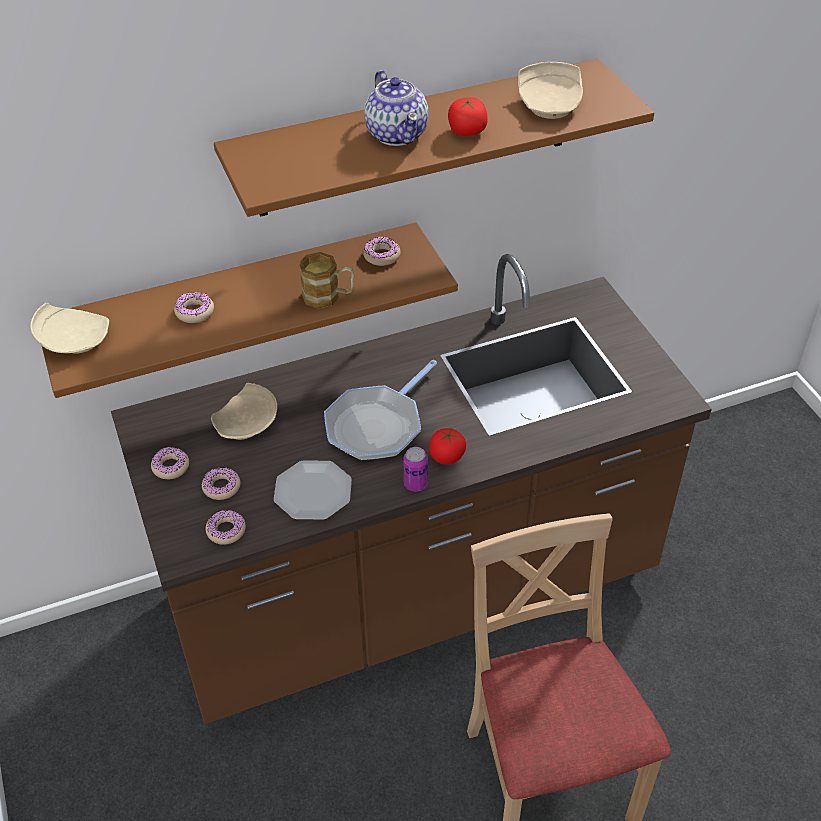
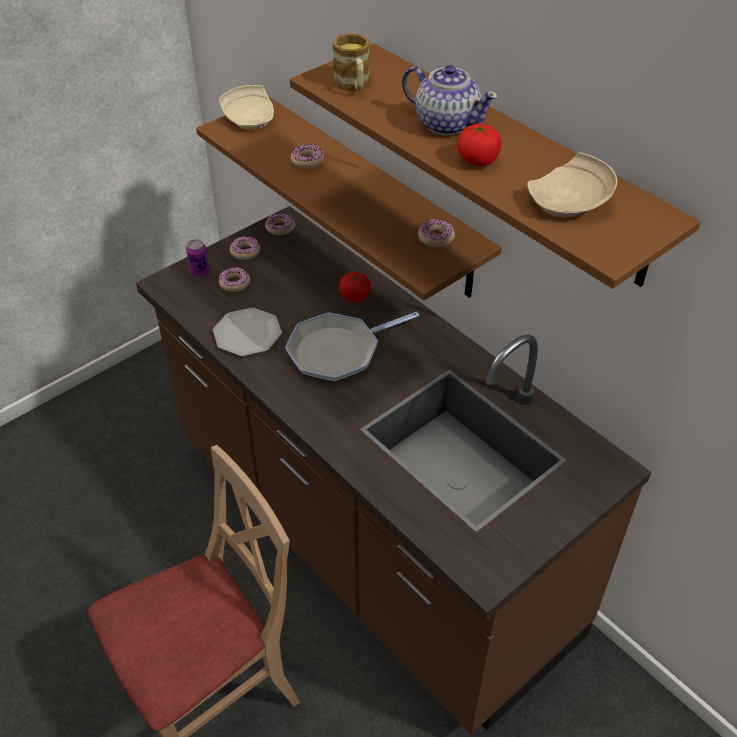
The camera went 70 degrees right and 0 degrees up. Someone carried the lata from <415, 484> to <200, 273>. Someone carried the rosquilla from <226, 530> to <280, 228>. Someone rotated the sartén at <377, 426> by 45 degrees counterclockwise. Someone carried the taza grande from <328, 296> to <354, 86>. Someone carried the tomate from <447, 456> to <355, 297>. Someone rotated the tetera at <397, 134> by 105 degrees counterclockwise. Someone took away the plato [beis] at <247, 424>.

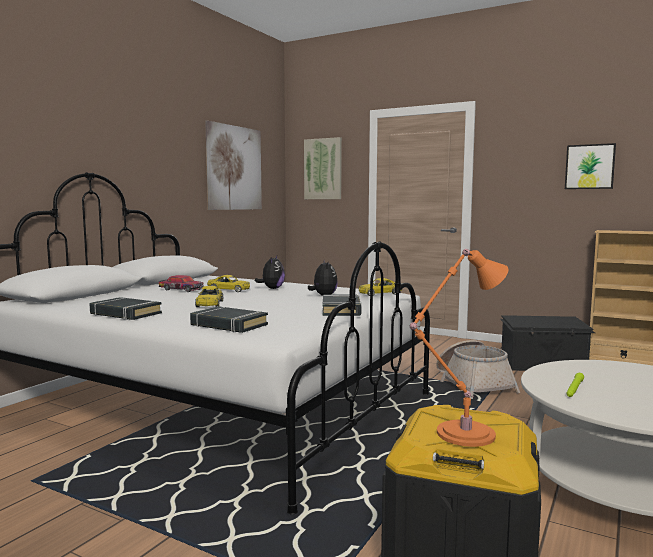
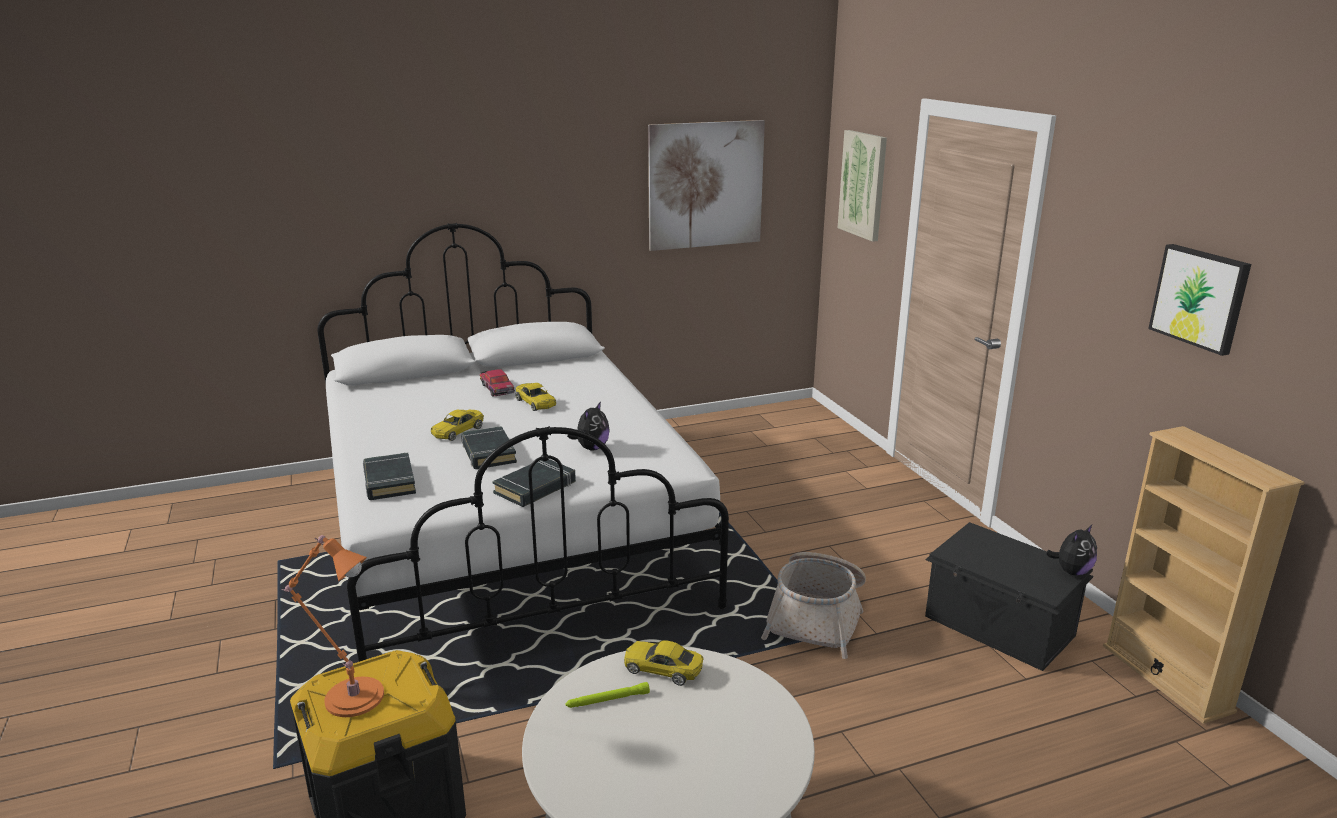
The camera went 40 degrees right and 15 degrees up. Someone carried the libro [negro] from <125, 314> to <488, 453>. Someone carried the coche de juguete [amarillo] from <380, 294> to <663, 669>. Someone carried the peluche from <272, 288> to <1071, 571>.

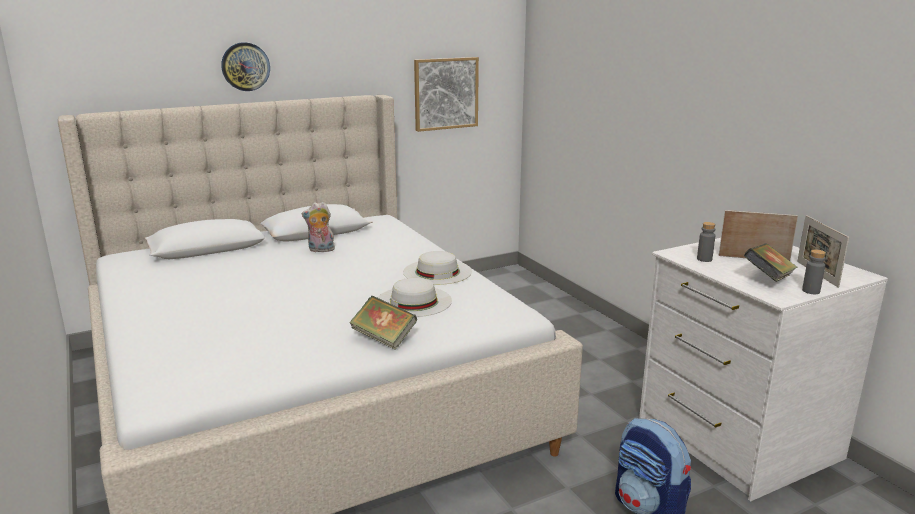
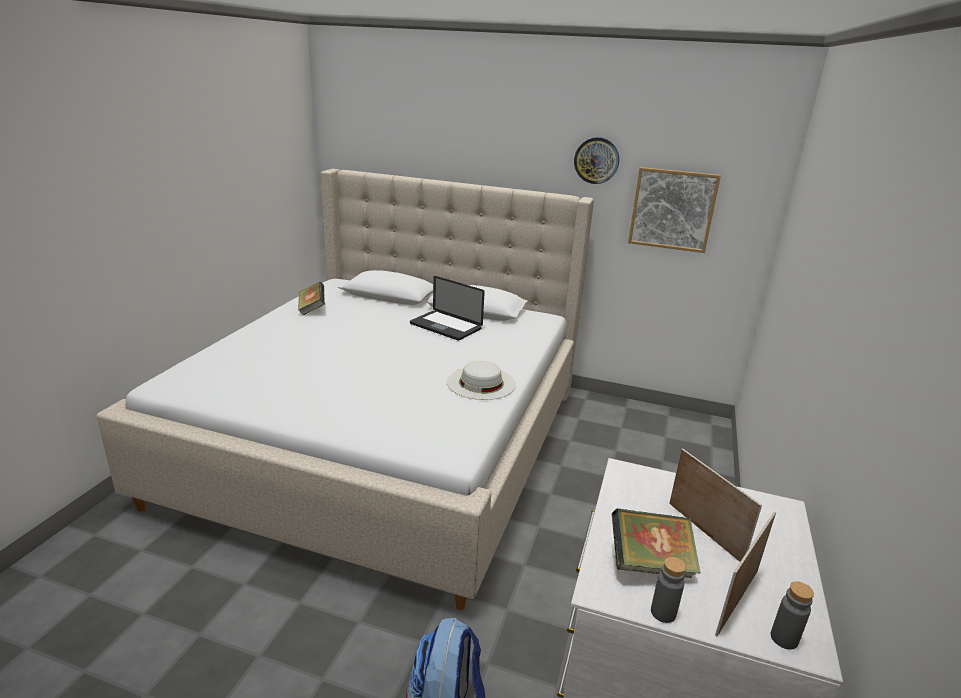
The camera went 45 degrees right and 5 degrees up. Someone carried the libro from <384, 338> to <312, 309>. Someone swapped the peluche at <320, 250> for the portátil at <445, 326>. Someone carried the reloj de pared from <245, 66> to <596, 160>. Someone carried the botella [gris] from <704, 259> to <784, 638>. Someone took away the sombrero [blanco] at <414, 301>.

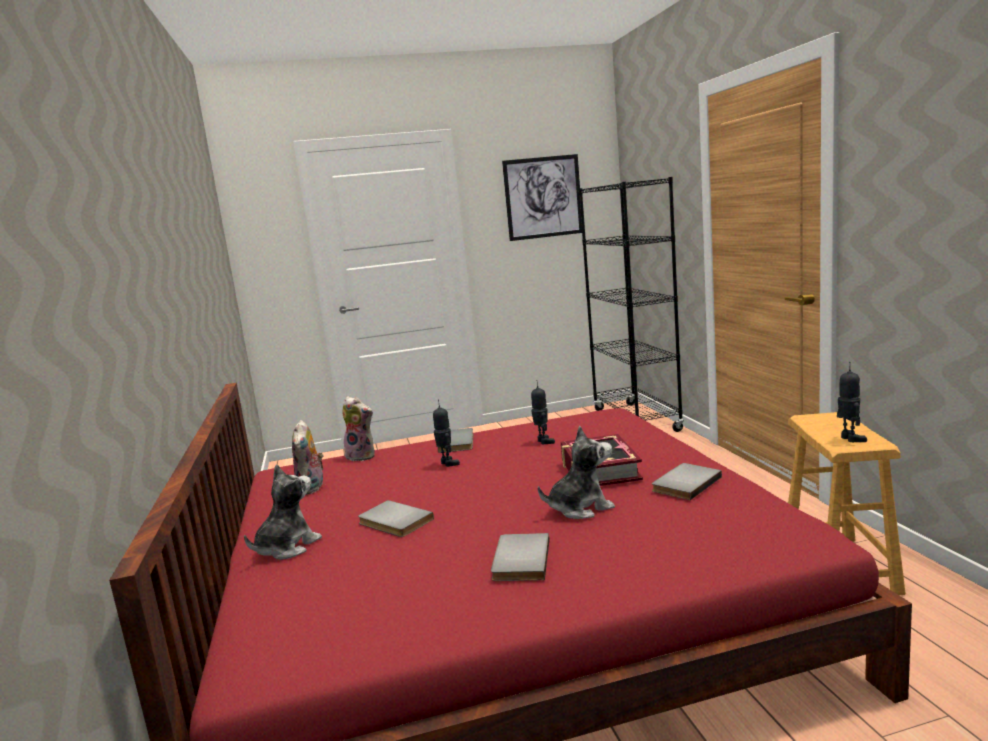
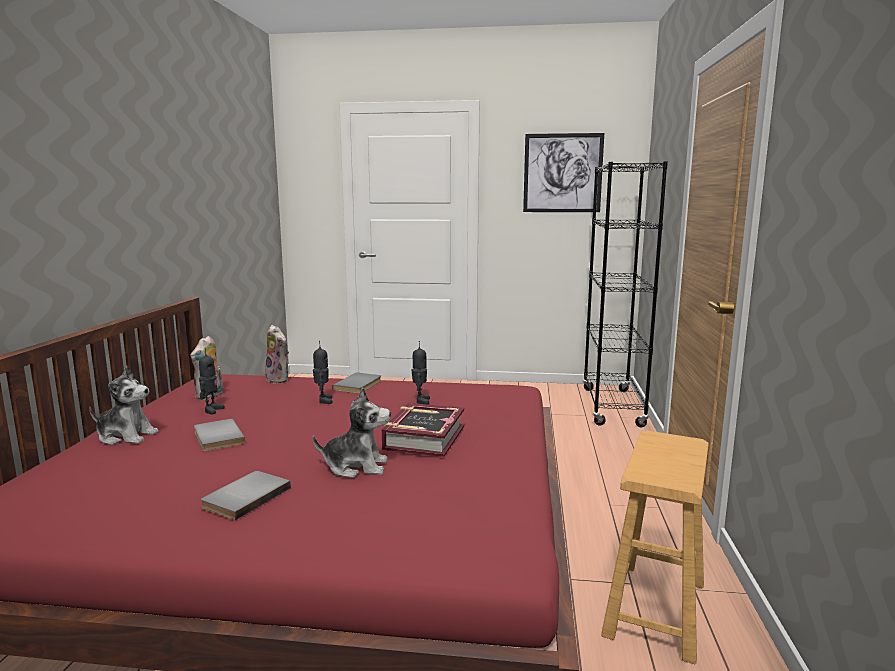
The camera went 20 degrees right and 0 degrees up. Someone rotated the peluche at <287, 547> by 45 degrees clockwise. Someone carried the robot de juguete from <849, 439> to <211, 410>. Someone took away the libro [gris] at <684, 483>.

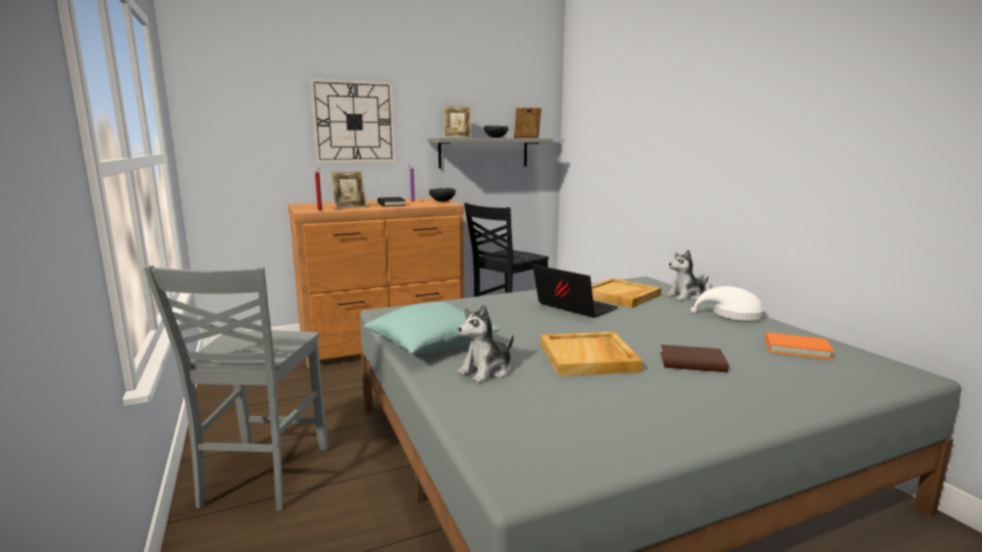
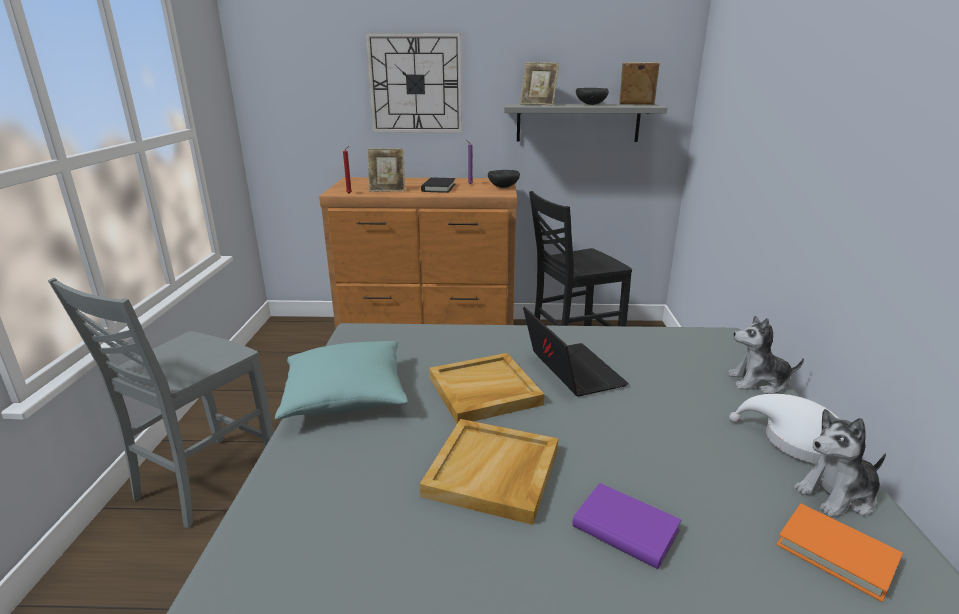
The camera went 25 degrees right and 10 degrees up. Someone carried the bandeja [beis] from <620, 296> to <483, 391>. Someone repainted the libro [marrón] at <692, 362>, which became the libro [morado] at <625, 529>. Someone carried the peluche from <487, 371> to <837, 495>.

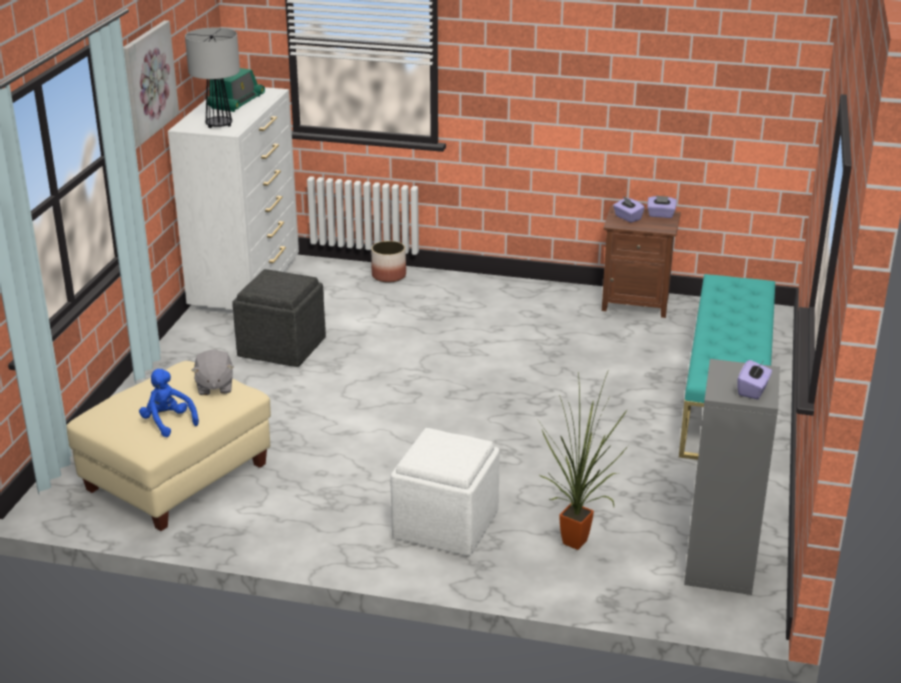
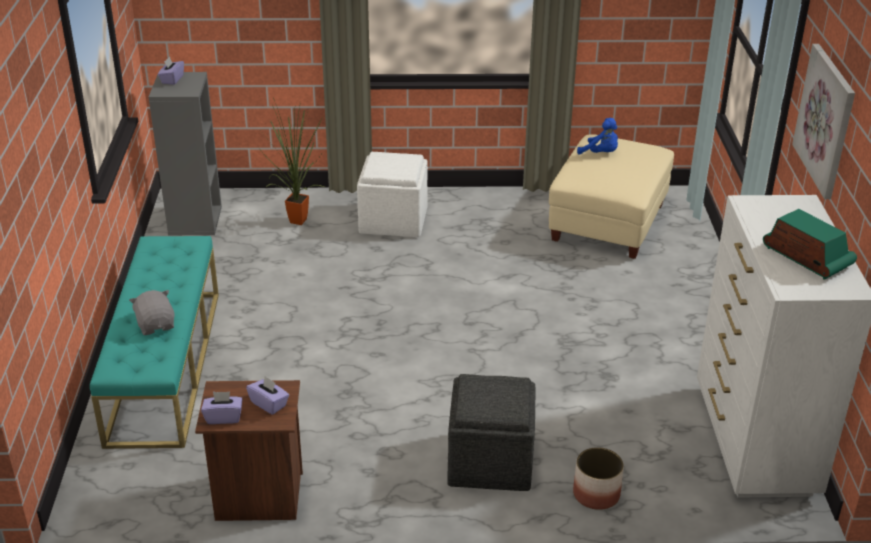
The camera went 165 degrees right and 5 degrees up. Someone carried the peluche [gris] from <214, 387> to <156, 325>. Someone carried the puf [gris] from <283, 347> to <489, 462>. Someone rotated the radio at <236, 102> by 135 degrees clockwise. Someone took away the lámpara de mesa at <218, 125>.

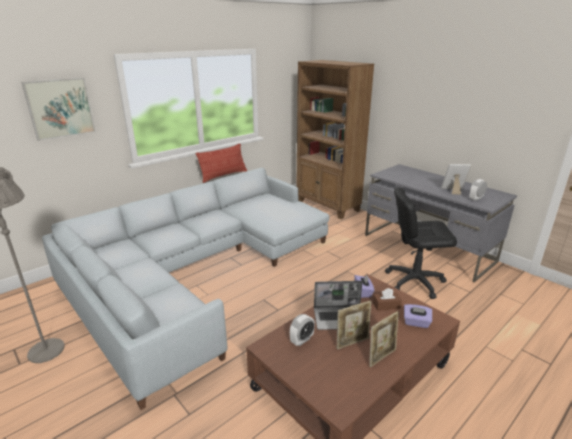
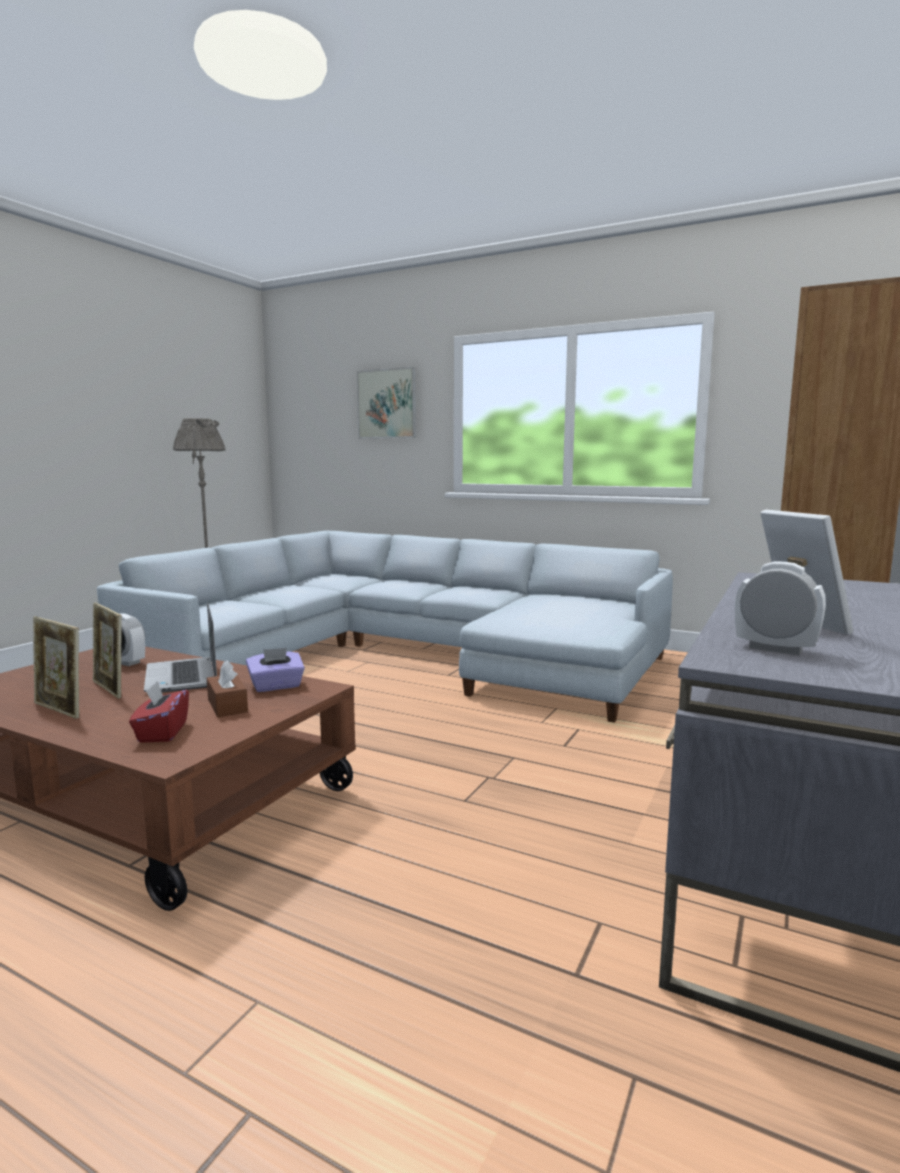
The camera went 70 degrees right and 15 degrees down. Someone repainted the caja de pañuelos [morado] at <416, 322>, which became the caja de pañuelos [rojo] at <162, 732>. Someone took away the cojín at <223, 175>. Someone took away the silla de oficina [negro] at <414, 281>.

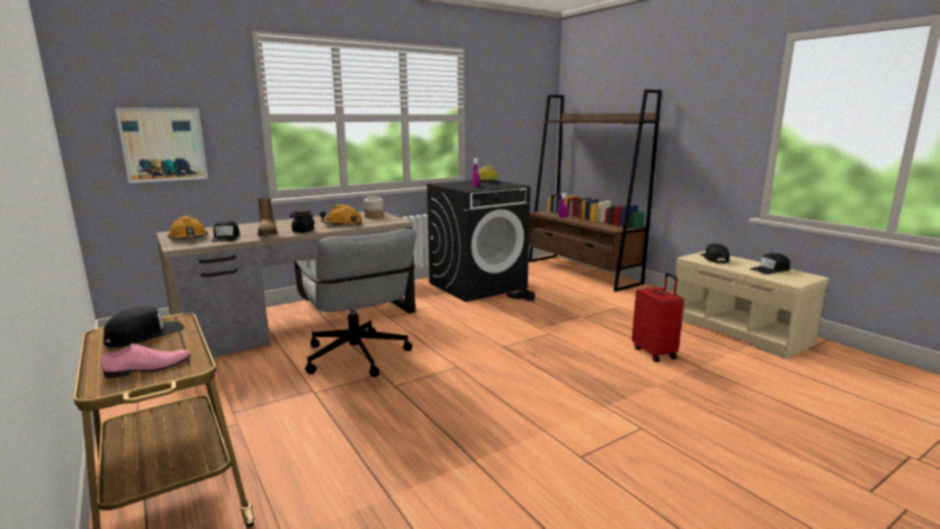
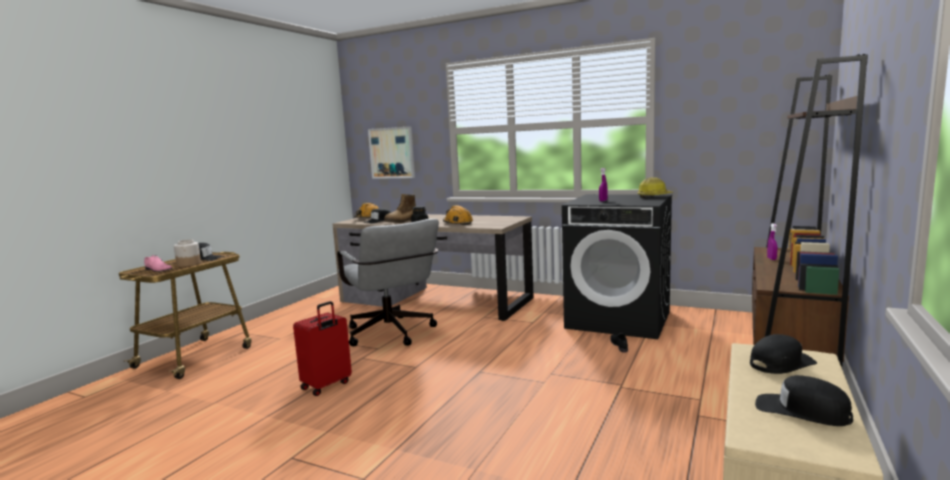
The camera went 60 degrees right and 5 degrees down. Someone carried the tarro from <374, 216> to <189, 264>. Someone carried the maleta [rojo] from <655, 353> to <326, 386>. Someone rotated the silla de oficina [gris] at <359, 360> by 60 degrees counterclockwise.

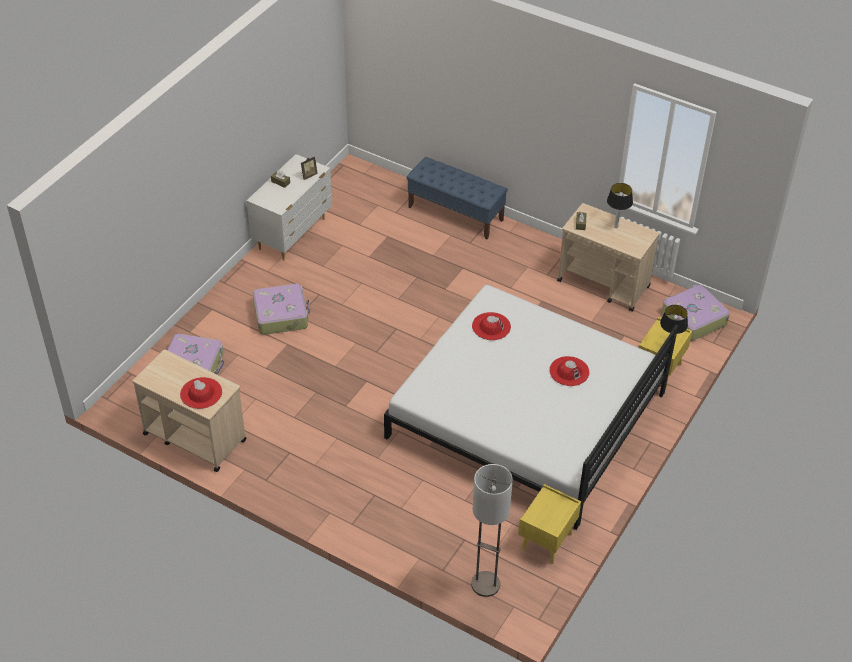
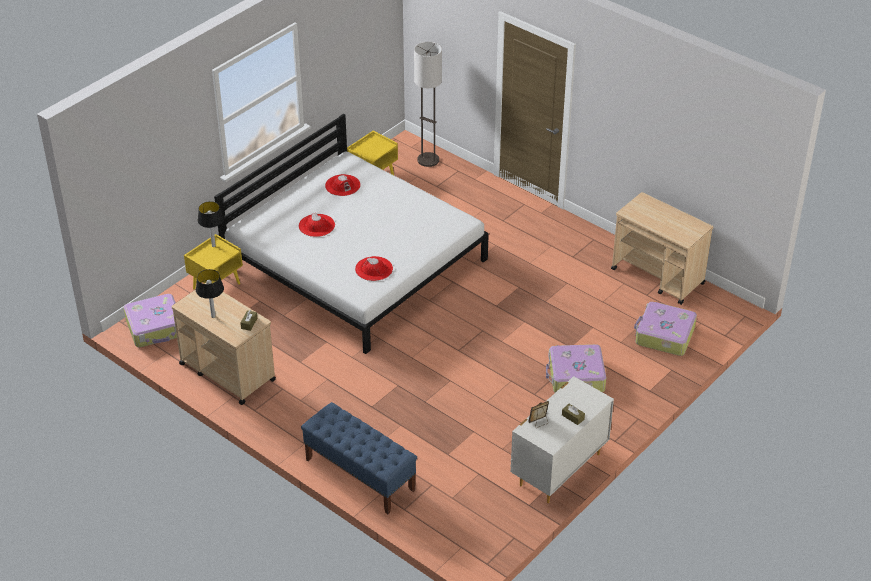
The camera went 170 degrees left and 5 degrees down. Someone carried the sombrero [rojo] from <201, 393> to <342, 185>.

